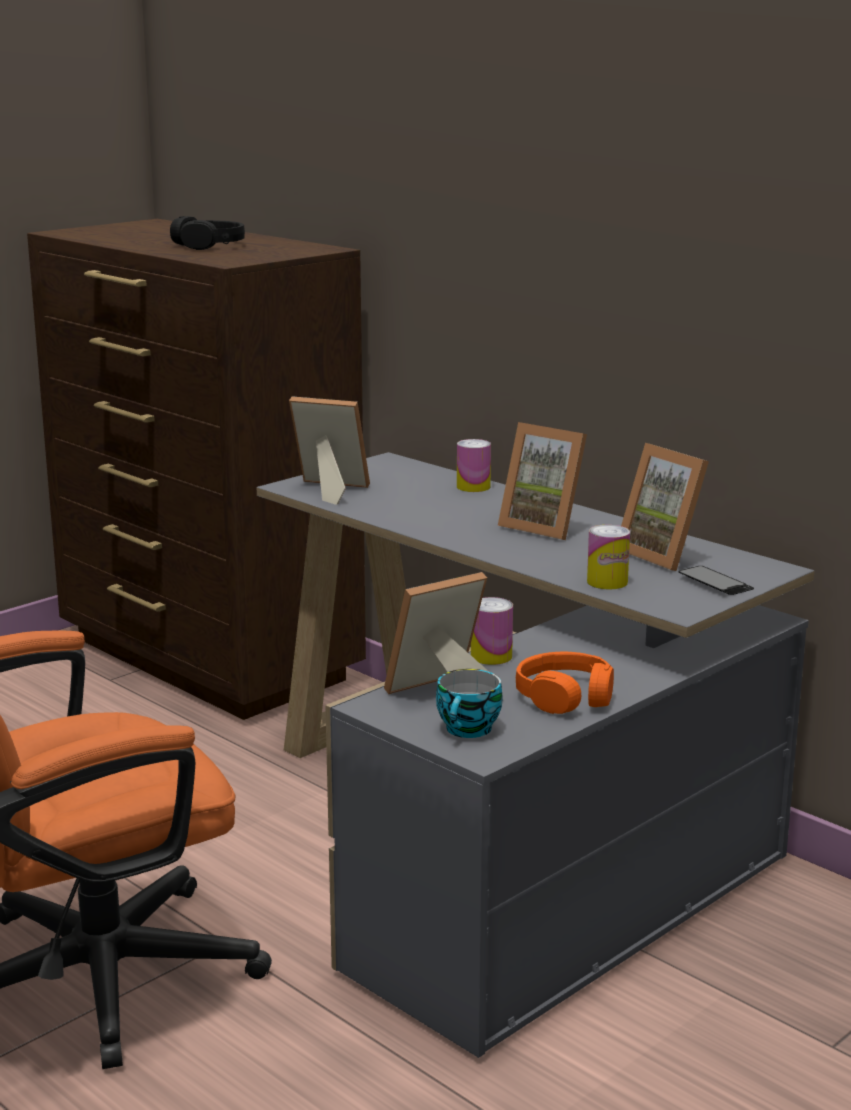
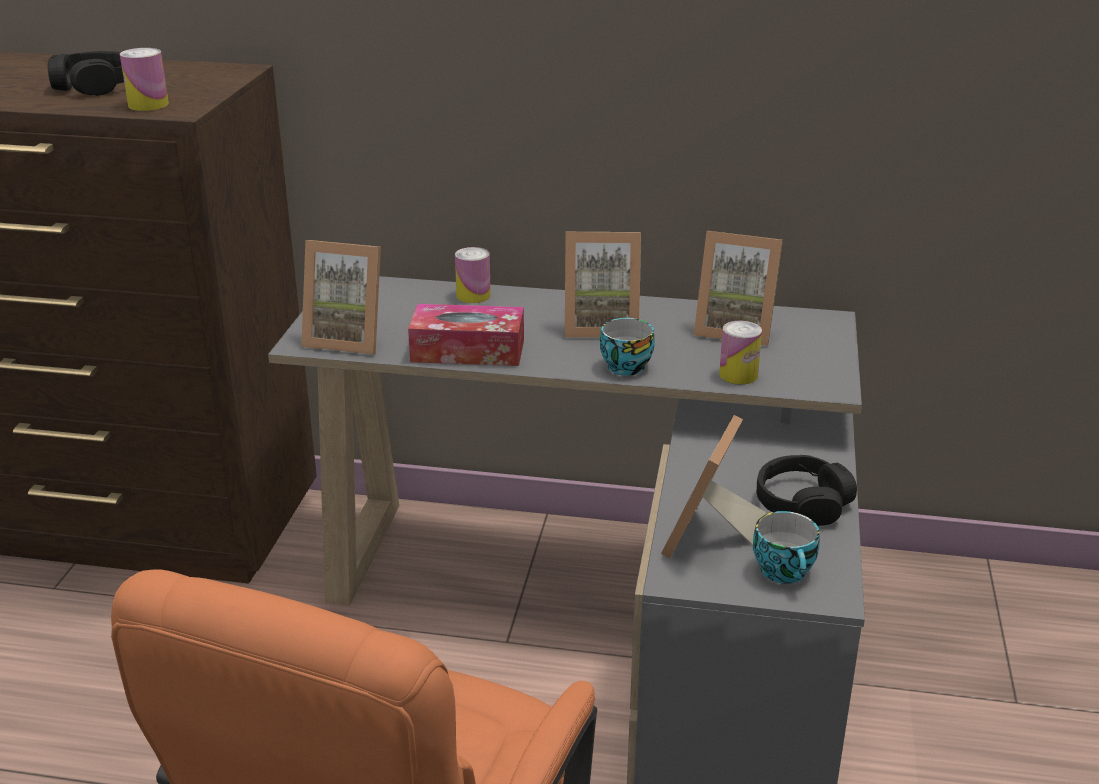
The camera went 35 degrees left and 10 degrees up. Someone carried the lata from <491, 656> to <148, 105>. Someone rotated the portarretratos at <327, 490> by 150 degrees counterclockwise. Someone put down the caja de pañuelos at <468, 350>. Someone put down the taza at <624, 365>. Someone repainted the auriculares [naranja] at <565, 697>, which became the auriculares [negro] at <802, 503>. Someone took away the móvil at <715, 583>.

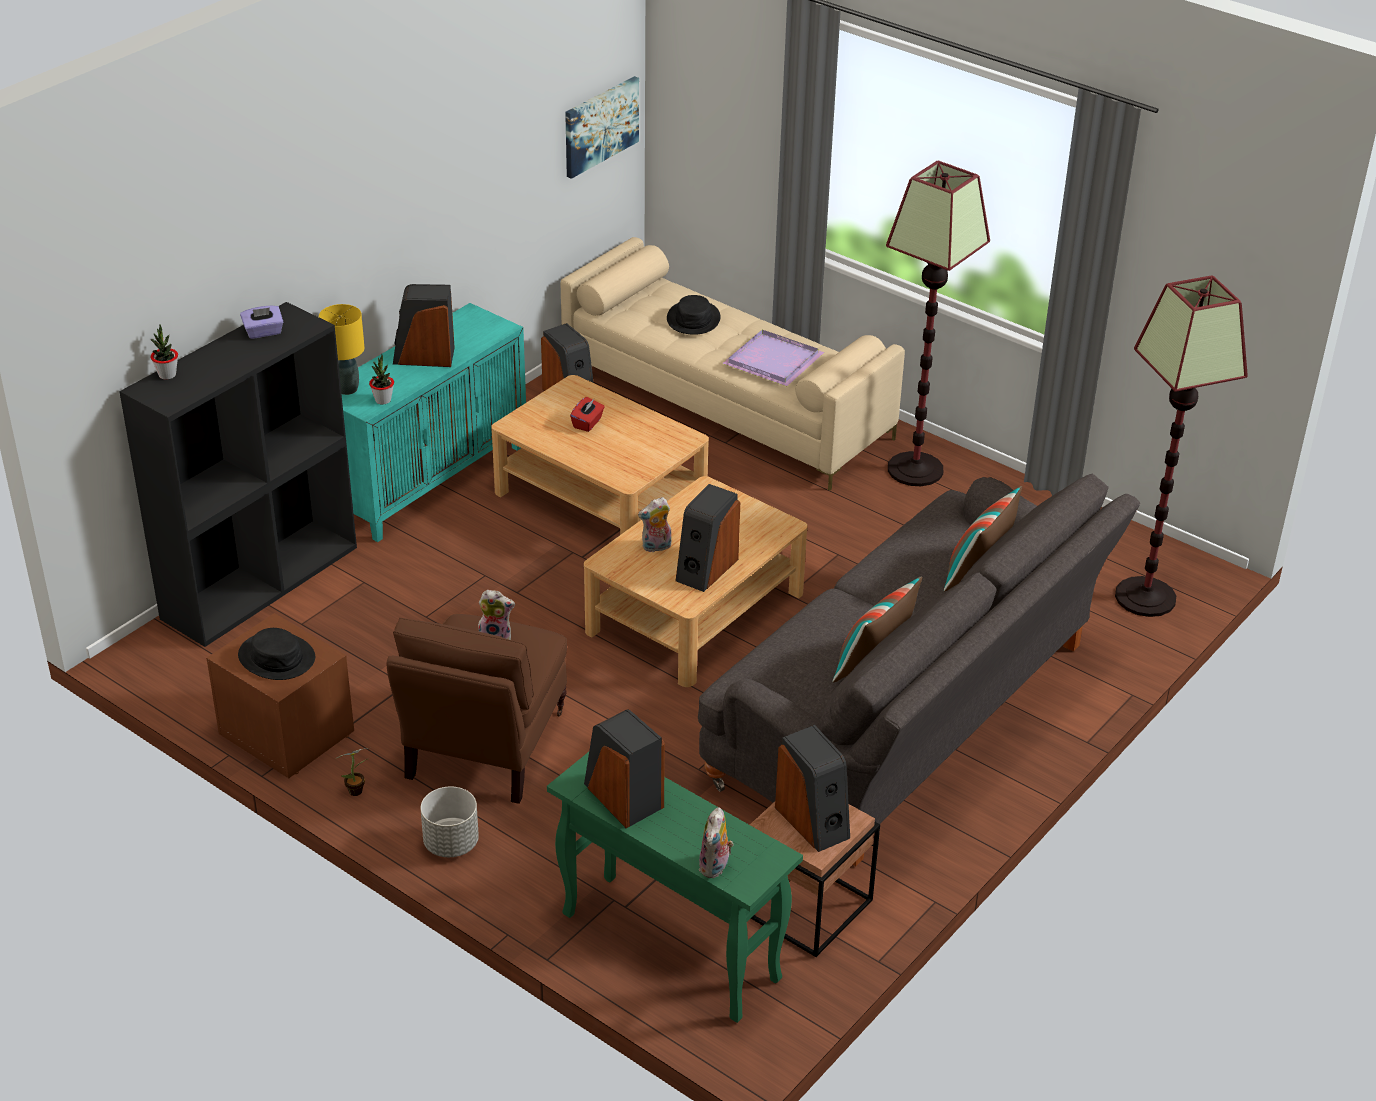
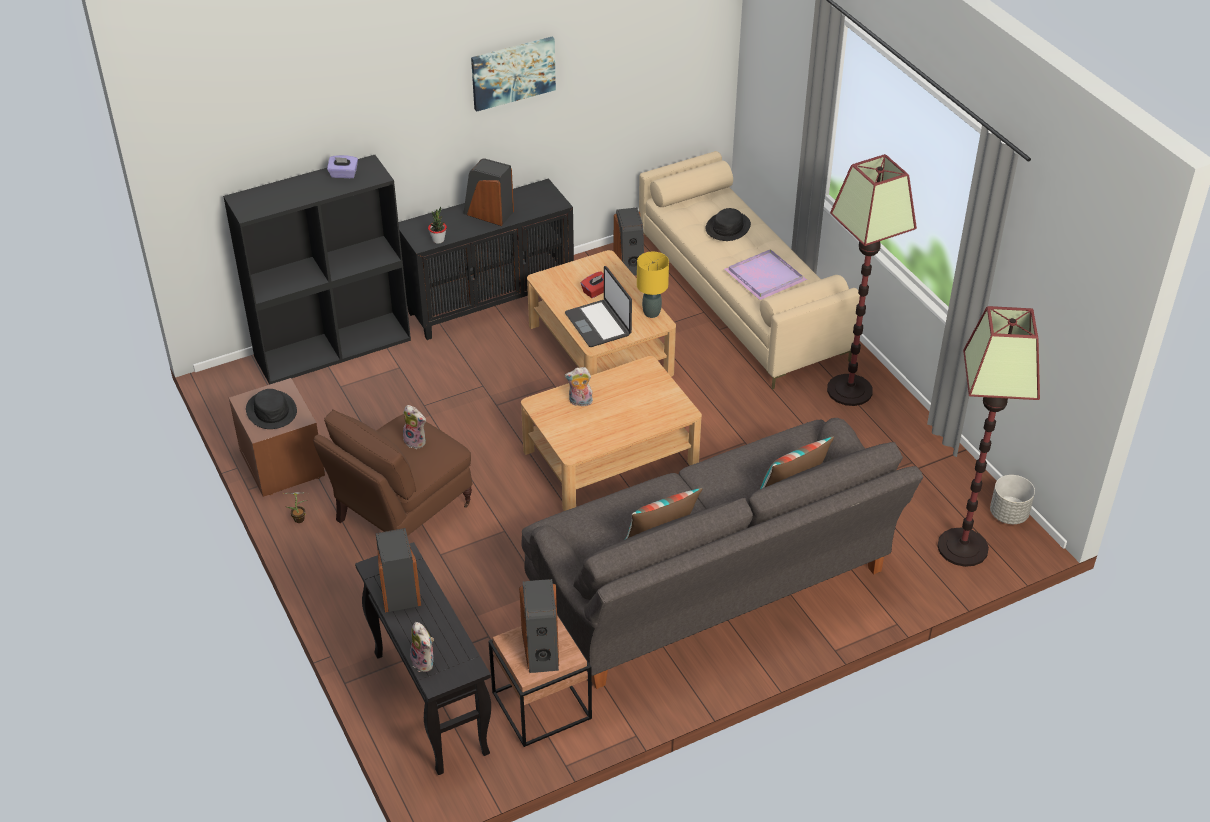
The camera went 25 degrees right and 5 degrees up. Someone repainted the mesa consola [verde] at <668, 946>, which became the mesa consola [negro] at <429, 702>. Someone repainted the armario [turquesa] at <429, 480>, which became the armario [negro] at <490, 302>. Someone rotated the peluche at <715, 867> by 75 degrees counterclockwise. Someone carried the cuadro from <600, 126> to <513, 72>. Someone put down the portátil at <599, 324>. Someone carried the lámpara de mesa [amarillo] from <347, 389> to <651, 313>. Someone carried the maceta [gris] from <451, 843> to <1009, 514>. Someone took away the planta en maceta at <167, 375>. Someone took away the altavoz at <706, 569>.

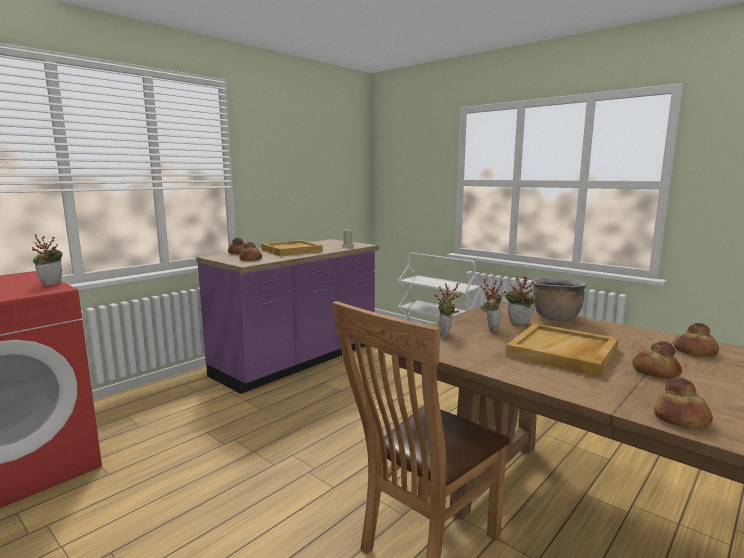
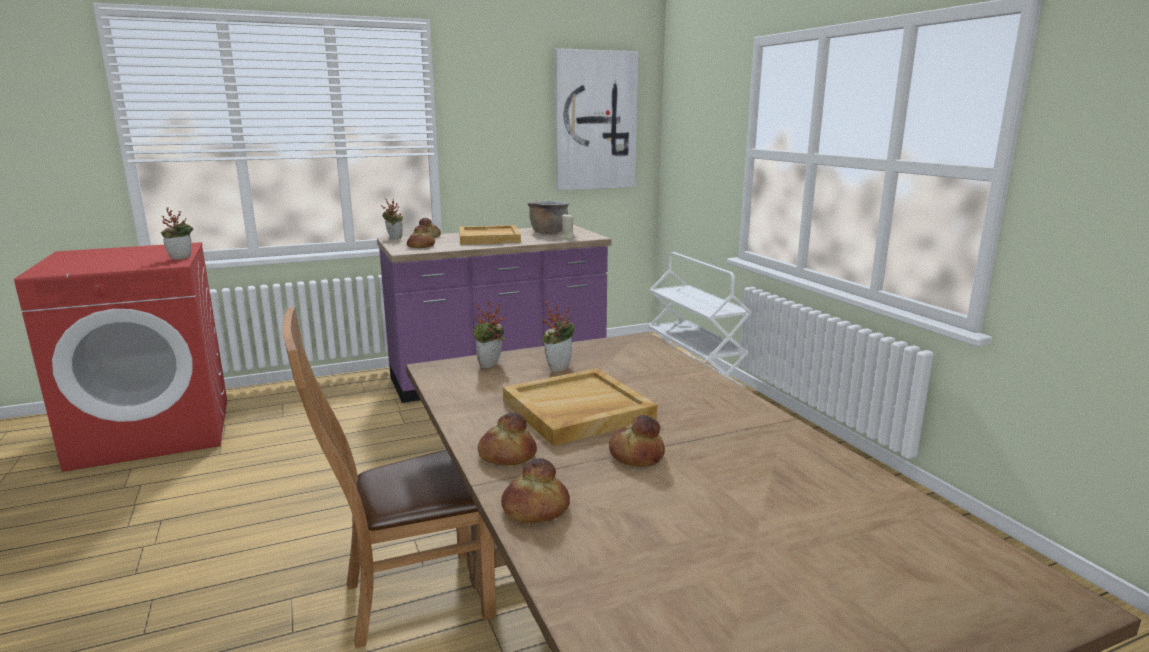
The camera went 25 degrees right and 5 degrees up. Someone carried the planta en maceta from <518, 324> to <393, 238>. Someone carried the pan from <696, 352> to <506, 455>. Someone carried the olla [marrón] from <555, 317> to <548, 232>. Someone put up the cuadro at <595, 121>.

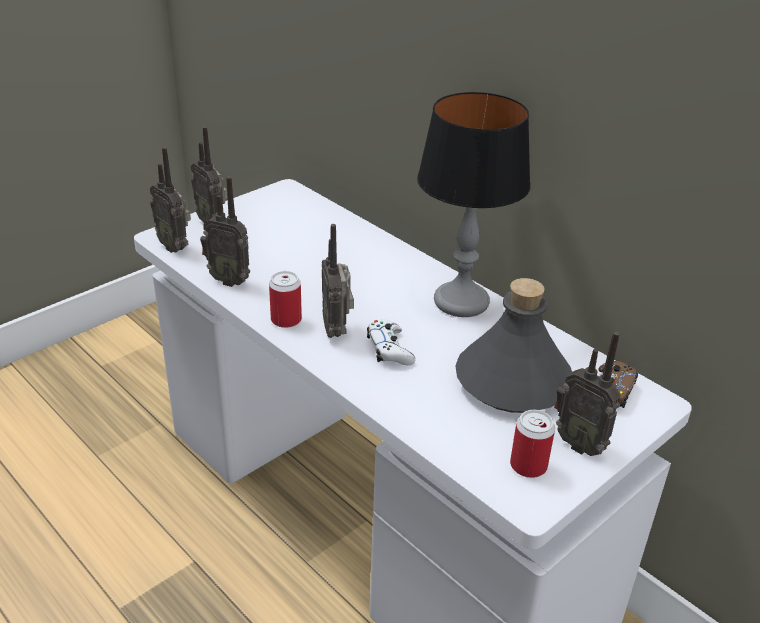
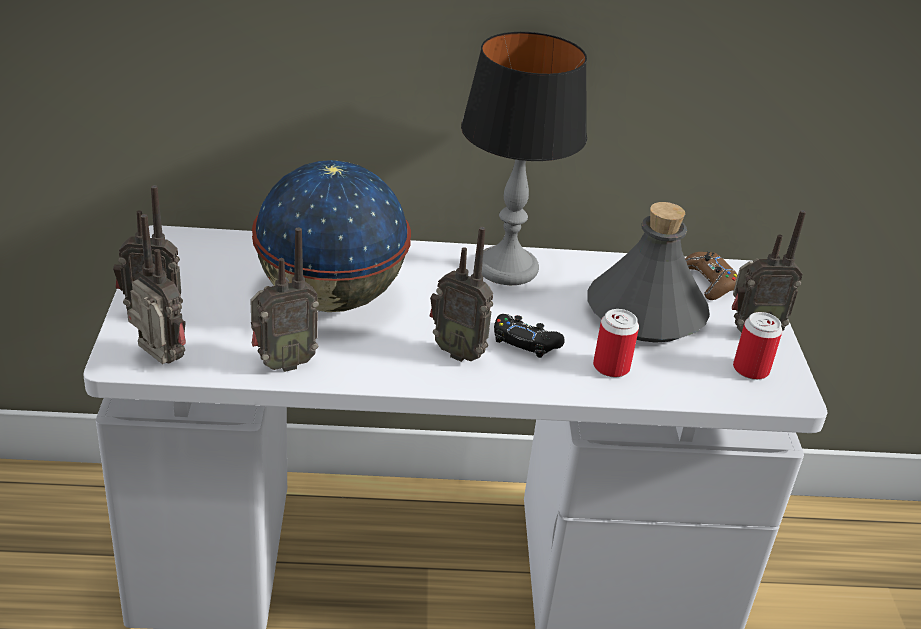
The camera went 50 degrees left and 0 degrees up. Someone rotated the radio at <175, 246> by 135 degrees counterclockwise. Someone put down the globo terráqueo at <331, 299>. Someone repainted the mando de consola [blanco] at <389, 349>, which became the mando de consola [negro] at <525, 342>. Someone carried the lata from <286, 320> to <611, 367>.

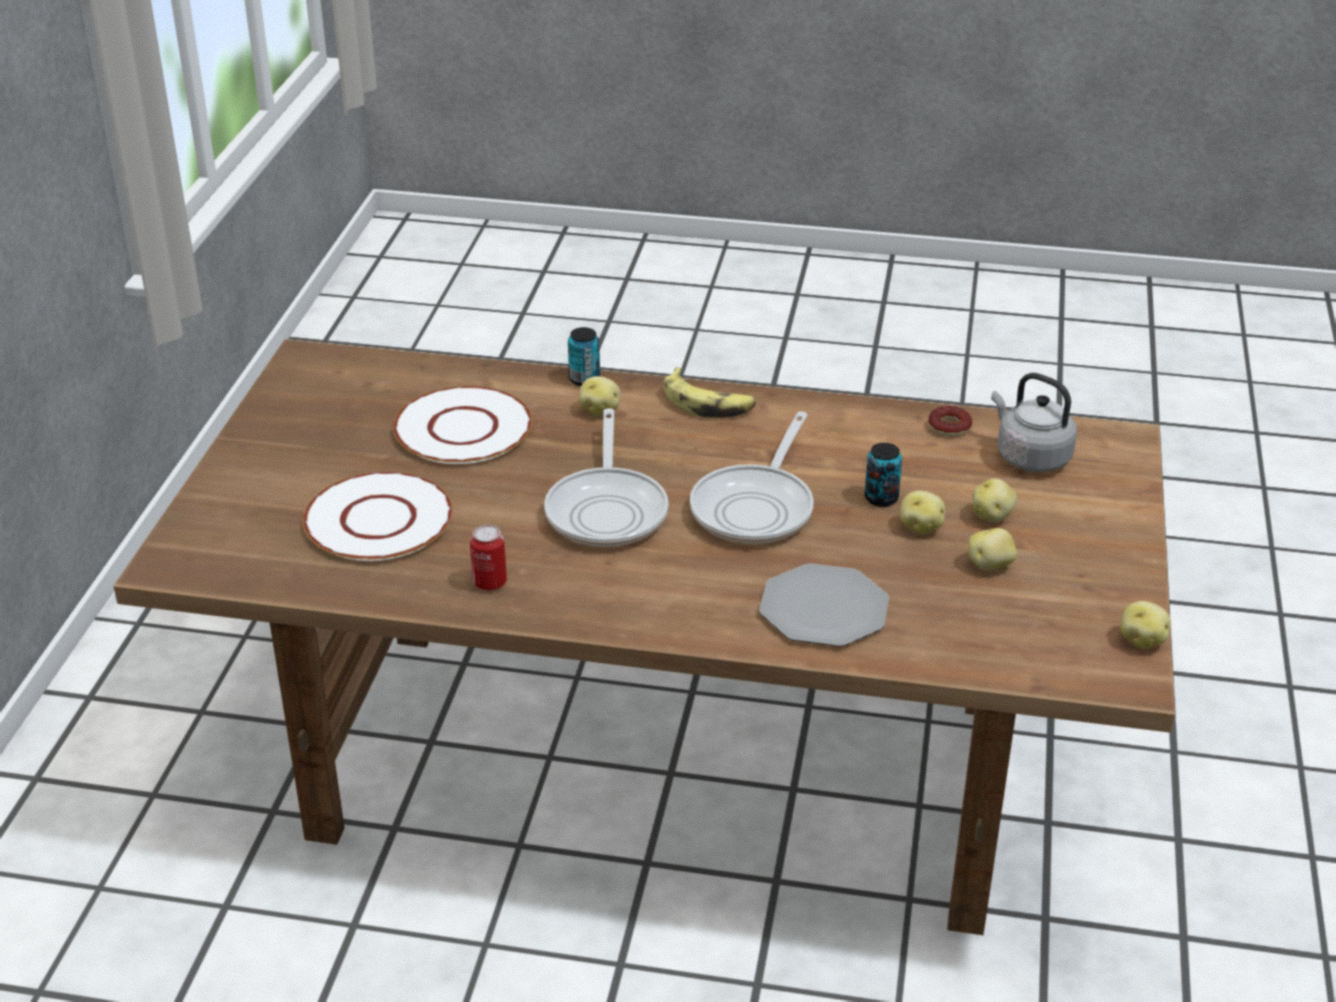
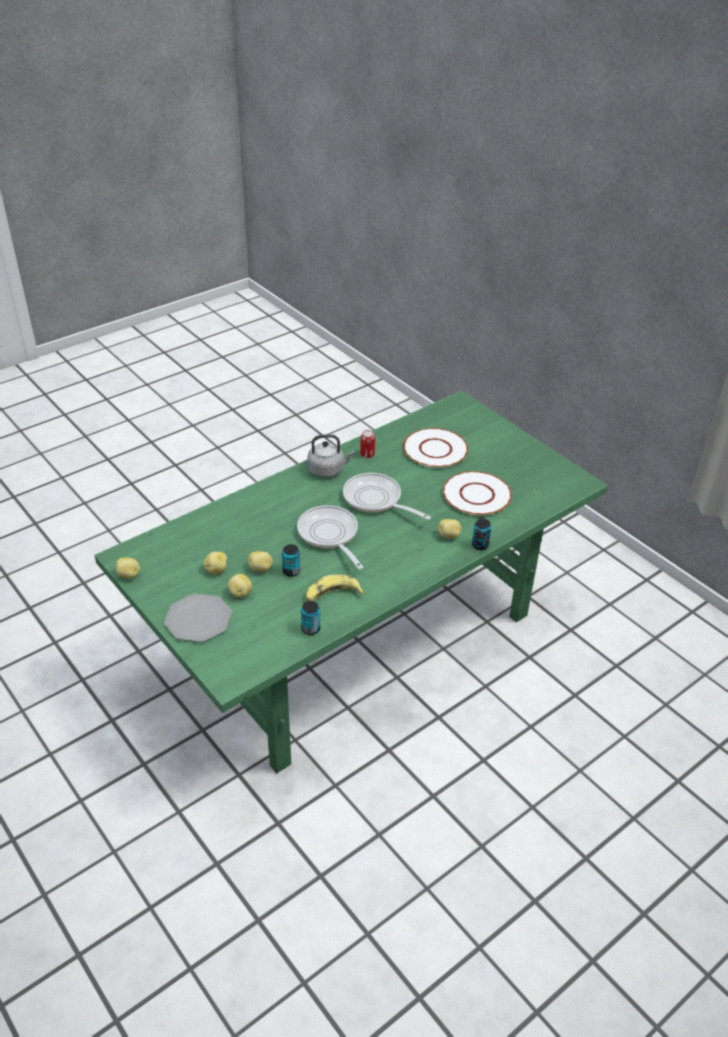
The camera went 130 degrees right and 5 degrees up. Someone repainted the mesa de comedor [marrón] at <672, 769>, which became the mesa de comedor [verde] at <359, 641>. Someone carried the plato from <823, 609> to <198, 619>. Someone swapped the rosquilla at <949, 427> for the lata at <310, 629>. Someone carried the plátano from <708, 403> to <332, 595>. Someone carried the hervidor [gris] from <1029, 457> to <328, 470>.

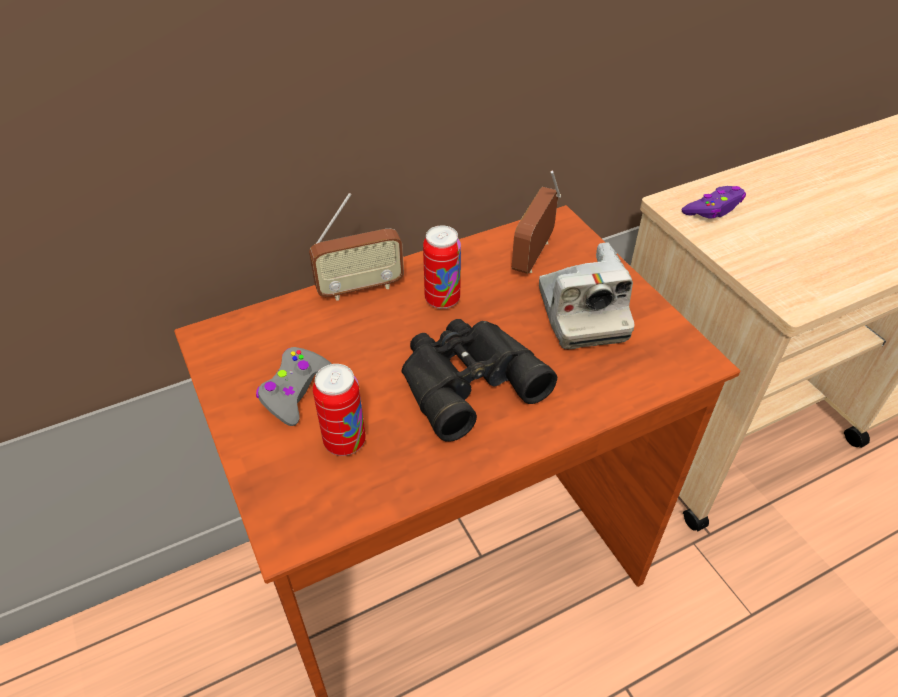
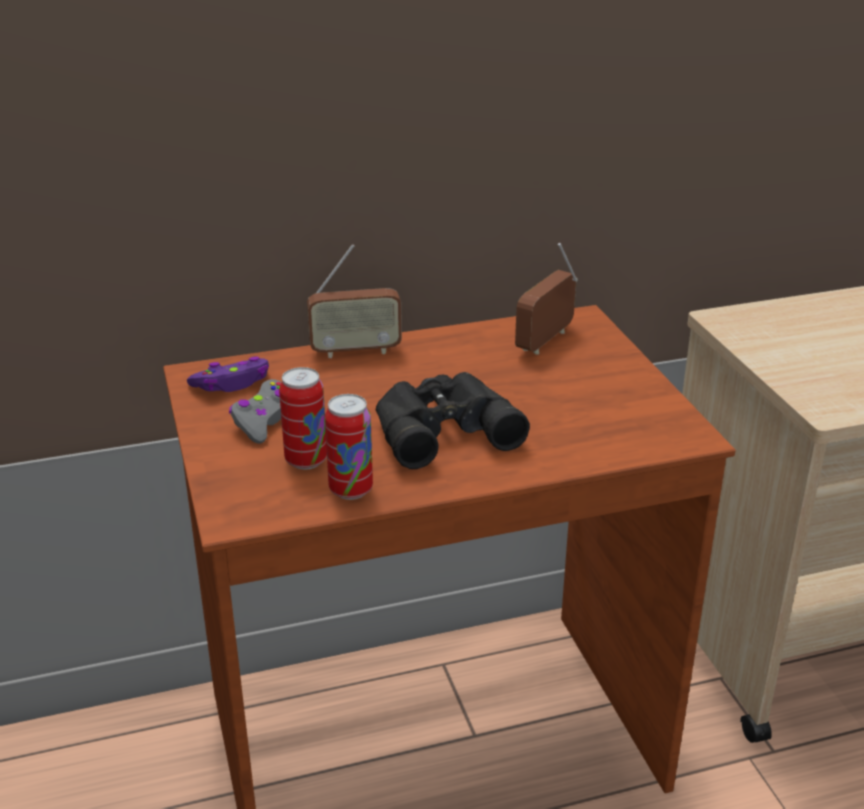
The camera went 10 degrees right and 15 degrees down. Someone carried the mando de consola [morado] from <713, 209> to <232, 383>. Someone carried the lata from <442, 300> to <351, 490>. Someone took away the cámara at <581, 314>.

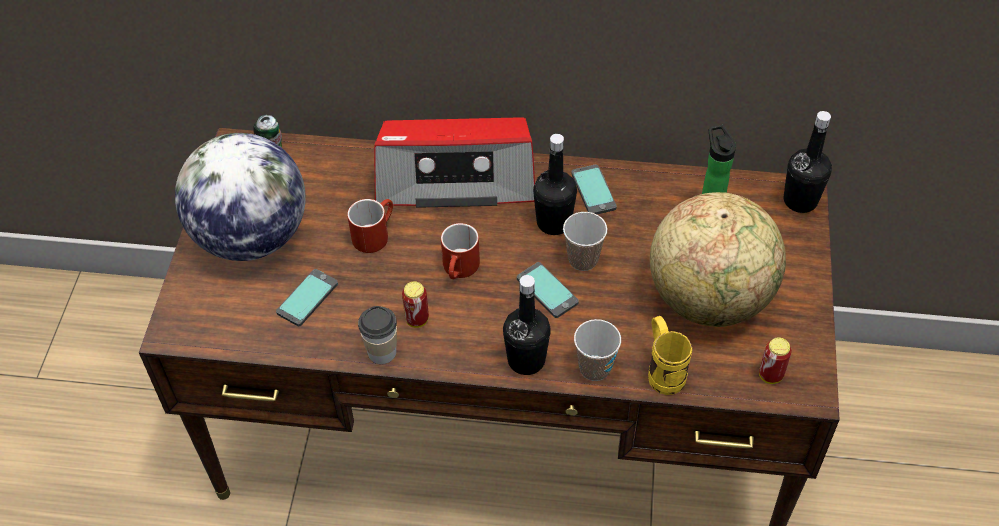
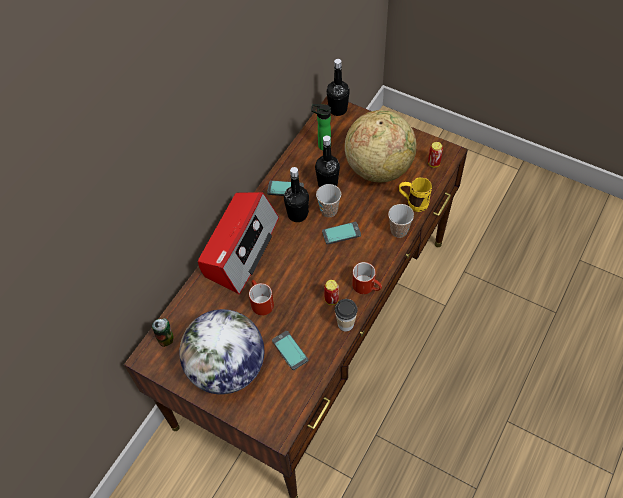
The camera went 65 degrees left and 5 degrees up. Someone carried the botella [negro] from <526, 360> to <327, 184>. Someone carried the taza grande [rojo] from <460, 270> to <367, 286>.

